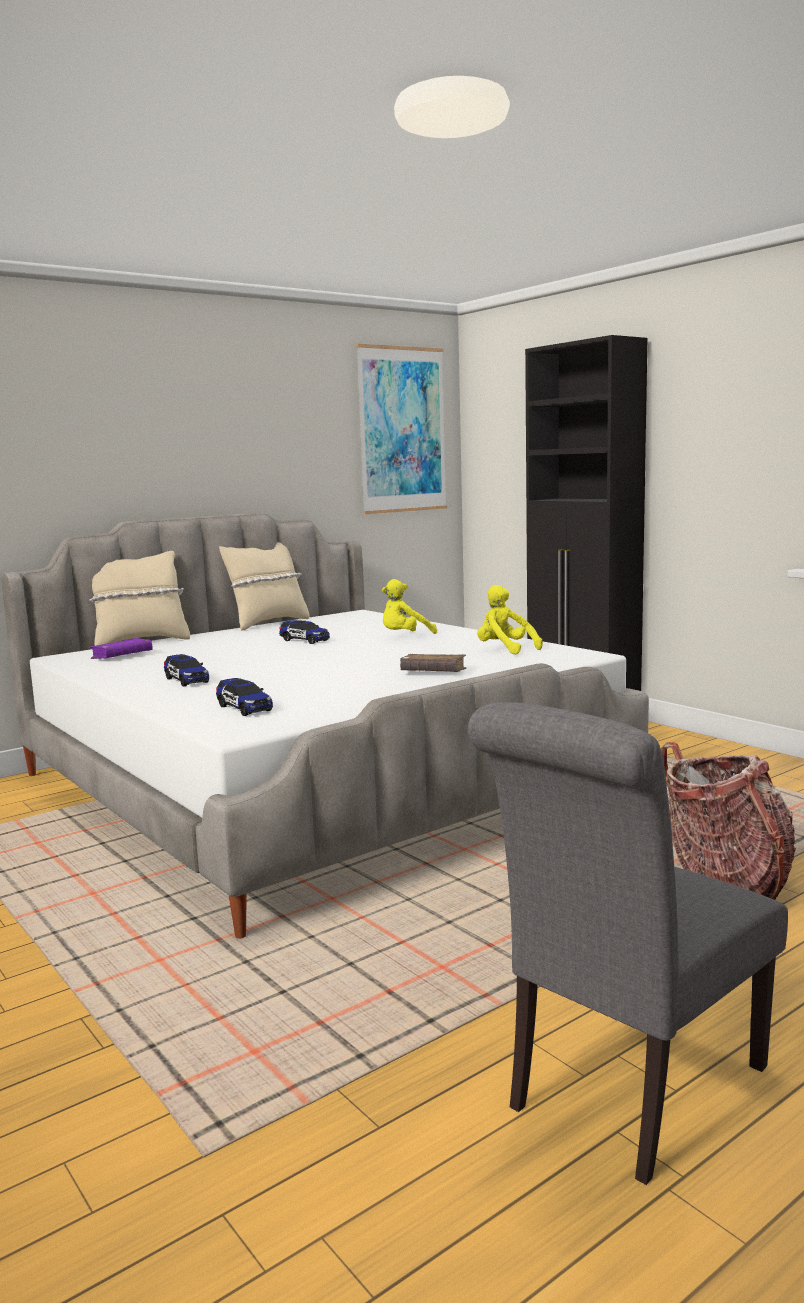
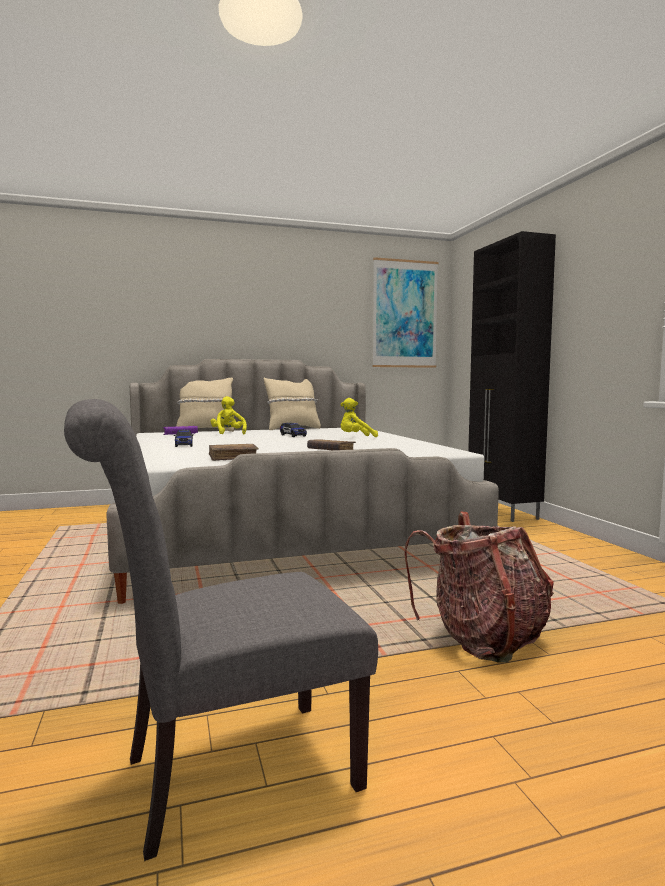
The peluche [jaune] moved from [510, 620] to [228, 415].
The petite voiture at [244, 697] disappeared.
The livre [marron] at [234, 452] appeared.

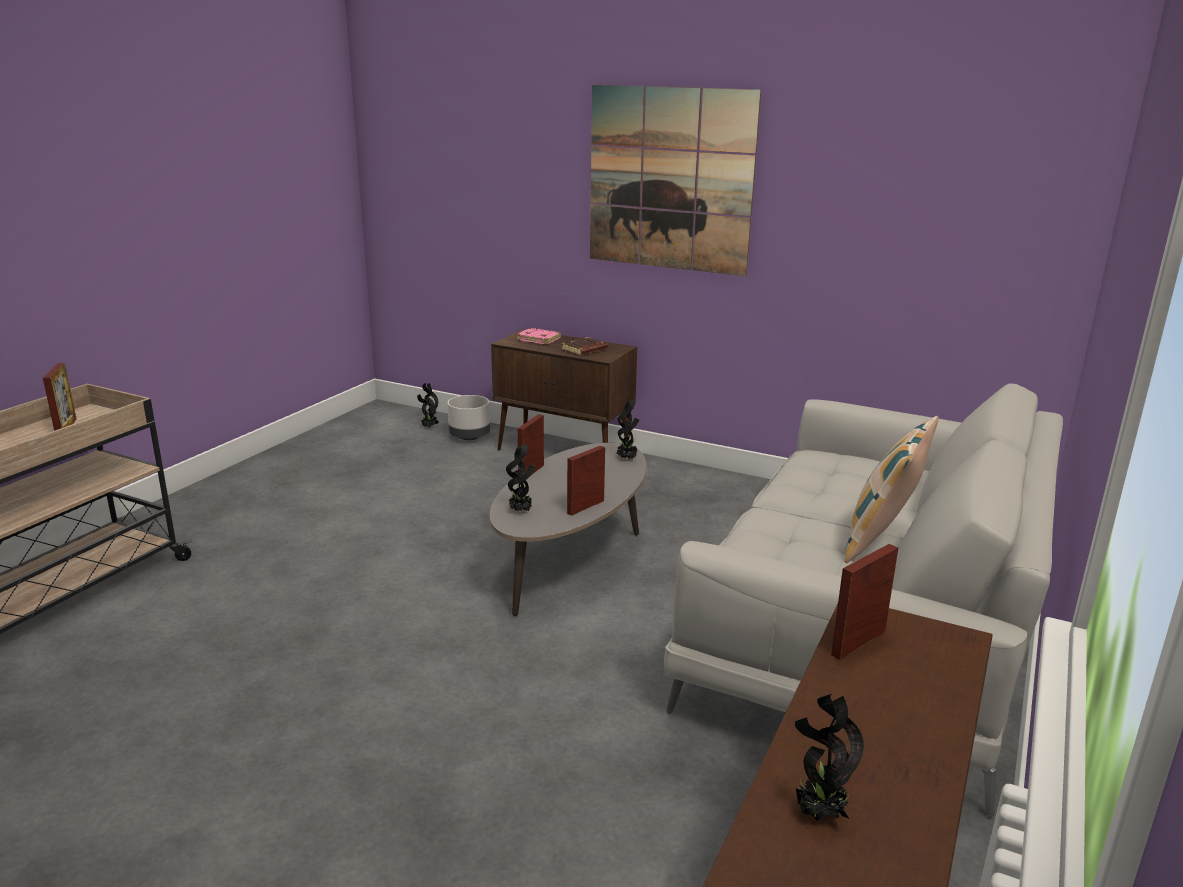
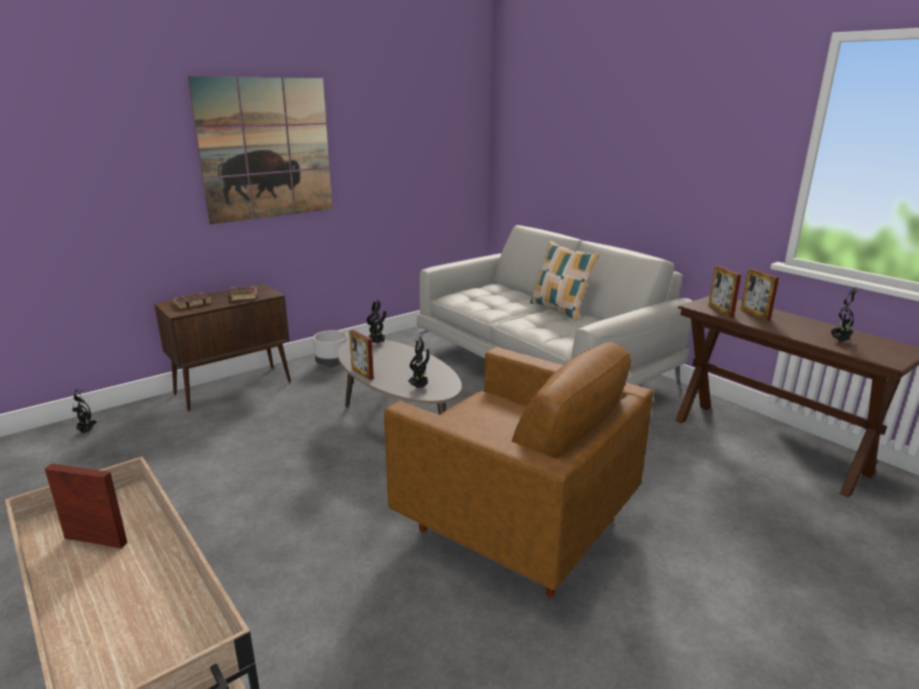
The livre [rose] at [538, 336] became the livre [marron] at [192, 300].
The cache-pot [gris] moved from [469, 417] to [330, 348].
The cadre photo moved from [586, 480] to [760, 294].
The fauteuil [marron] at [519, 469] appeared.

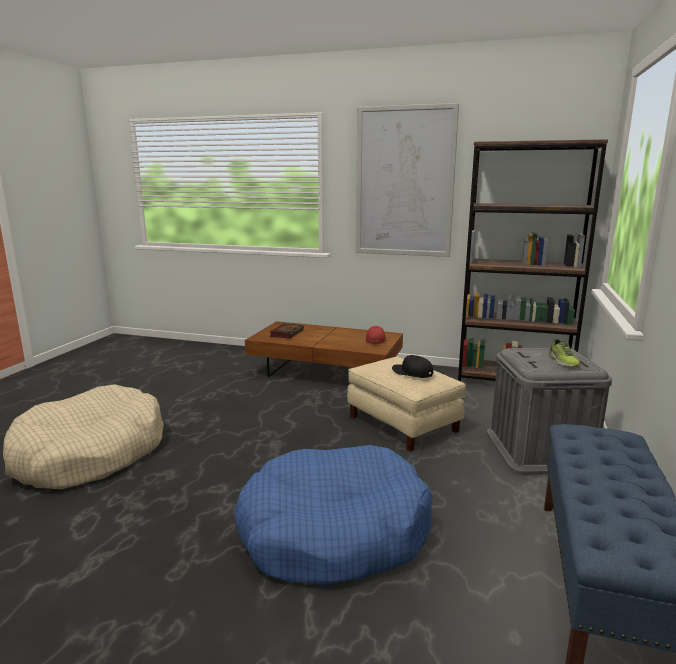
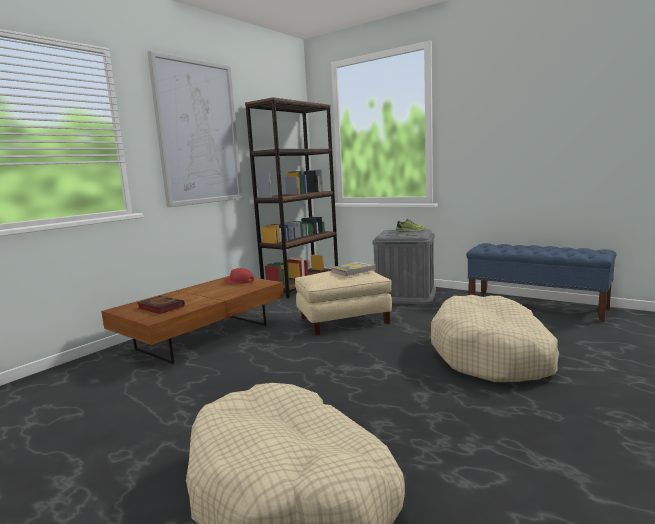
The casquette [noir] at [412, 366] was replaced by the livre at [353, 268].
The panier pour chien [bleu] at [333, 515] became the panier pour chien [beige] at [495, 338].

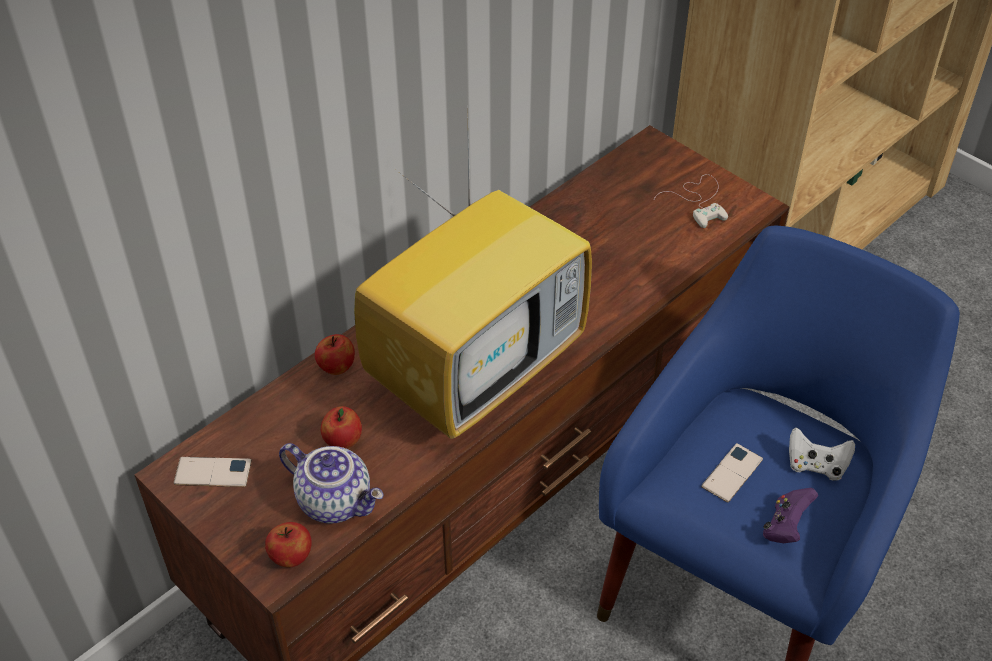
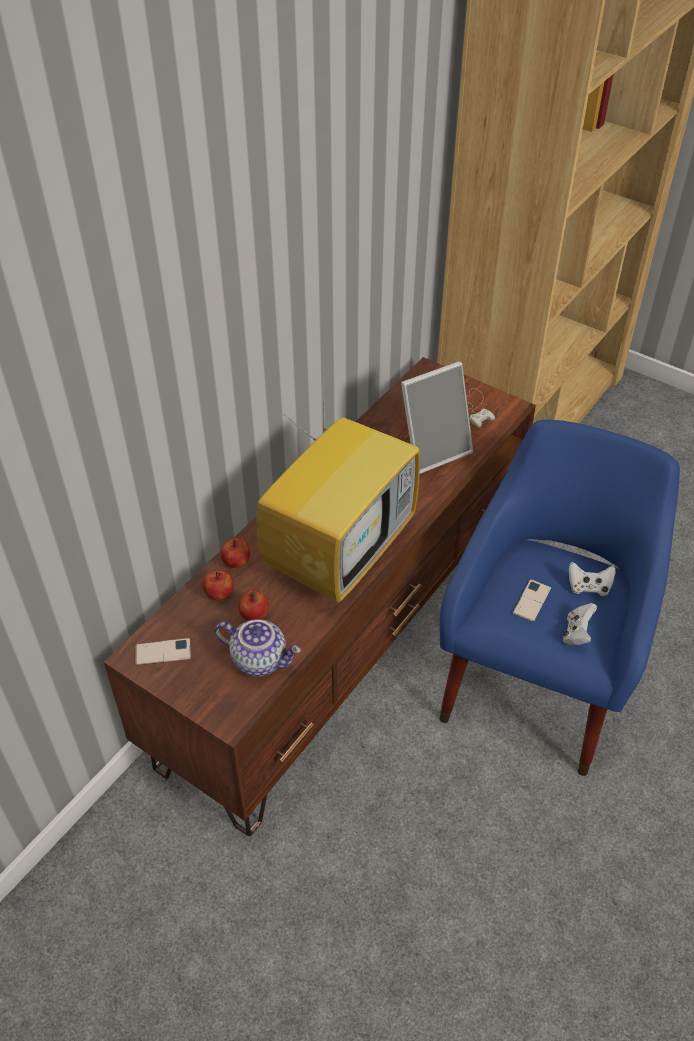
The manette [violet] at [790, 515] became the manette [blanc] at [580, 624].
The pomme moved from [288, 545] to [218, 585].
The cadre photo at [437, 417] appeared.

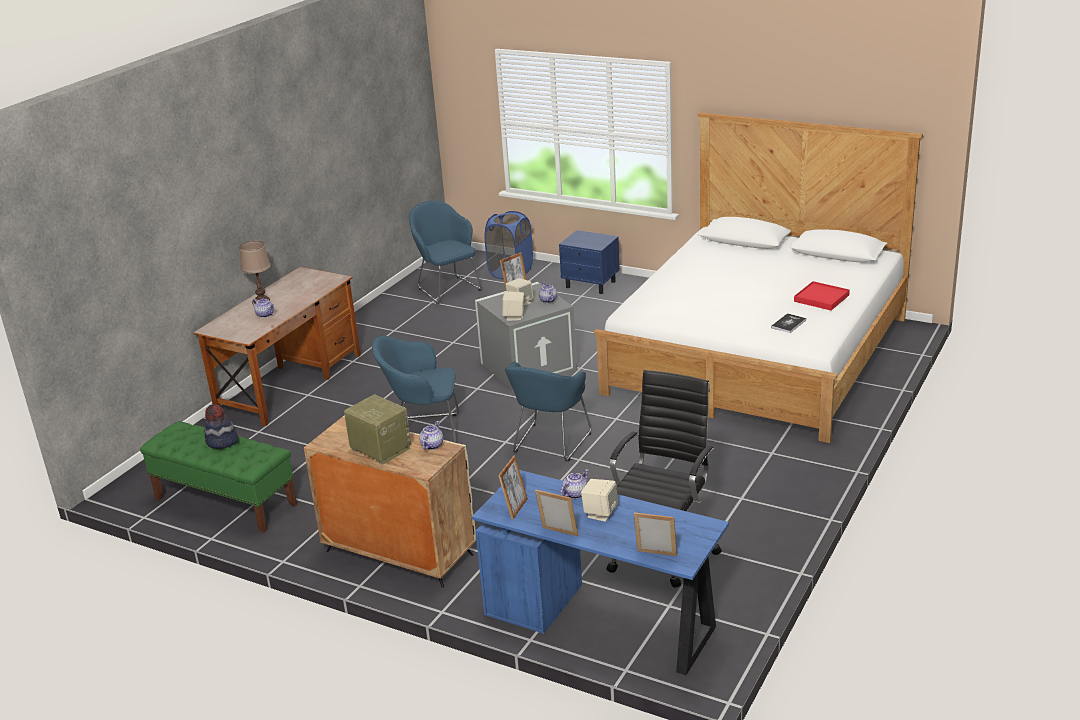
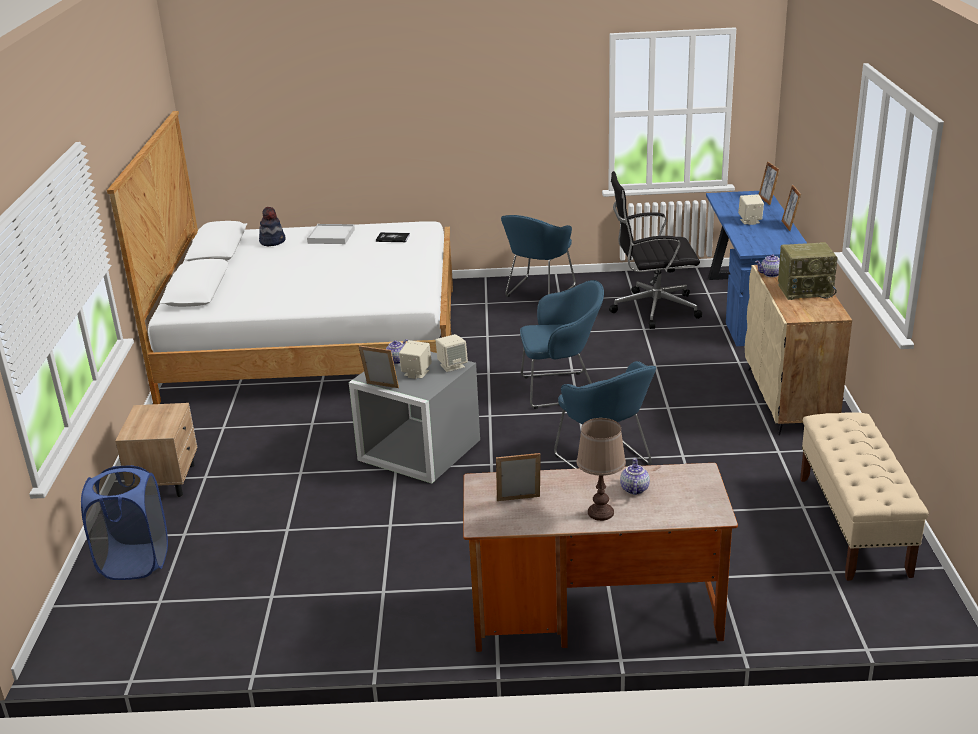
The fauteuil [bleu] moved from [445, 253] to [538, 256].
The table de chevet [bleu] at [589, 262] became the table de chevet [beige] at [156, 450].
The plateau [rouge] at [822, 295] became the plateau [blanc] at [331, 234].
The radio at [377, 429] turned 105 degrees counterclockwise.
The chapeau moved from [221, 426] to [272, 226].
The banc [vert] at [218, 477] became the banc [beige] at [864, 497].
The cadre photo moved from [513, 487] to [518, 477].
The théière at [574, 484] disappeared.

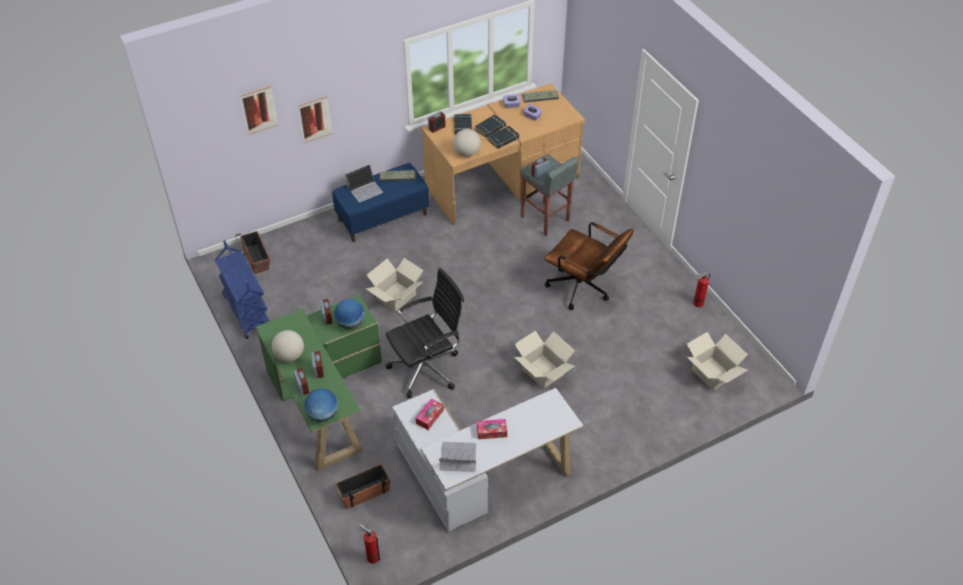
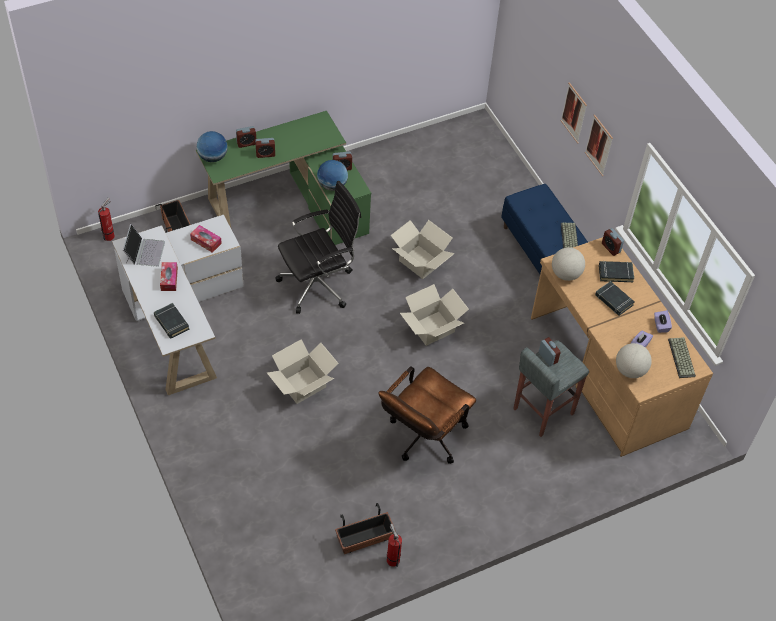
The tableau moved from [259, 110] to [599, 145].
The livre [noir] moved from [503, 137] to [172, 321].
The ordinateur portable at [364, 183] disappeared.
The cache-pot moved from [252, 252] to [365, 528].
The chariot [bleu] at [242, 289] disappeared.
The chaise de bureau [noir] at [425, 333] turned 90 degrees counterclockwise.
The globe moved from [288, 346] to [634, 360].
The carton moved from [717, 361] to [434, 315].

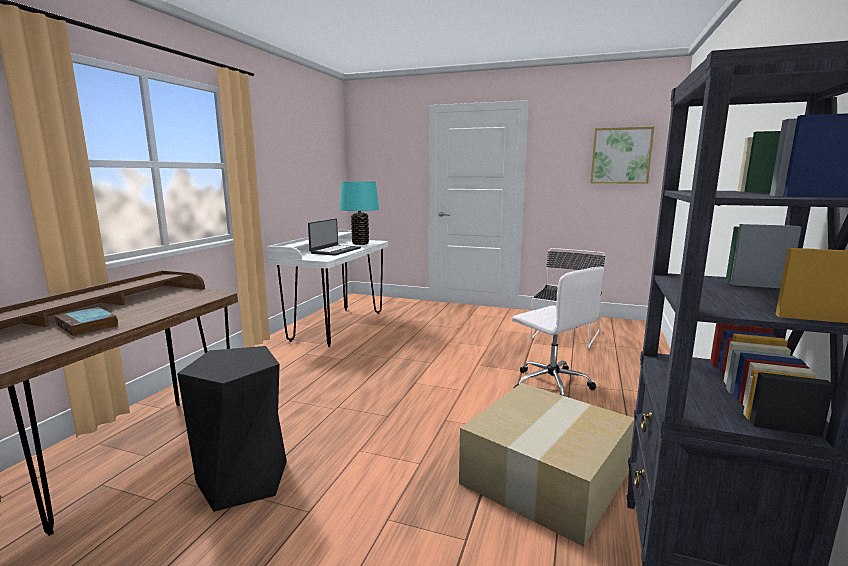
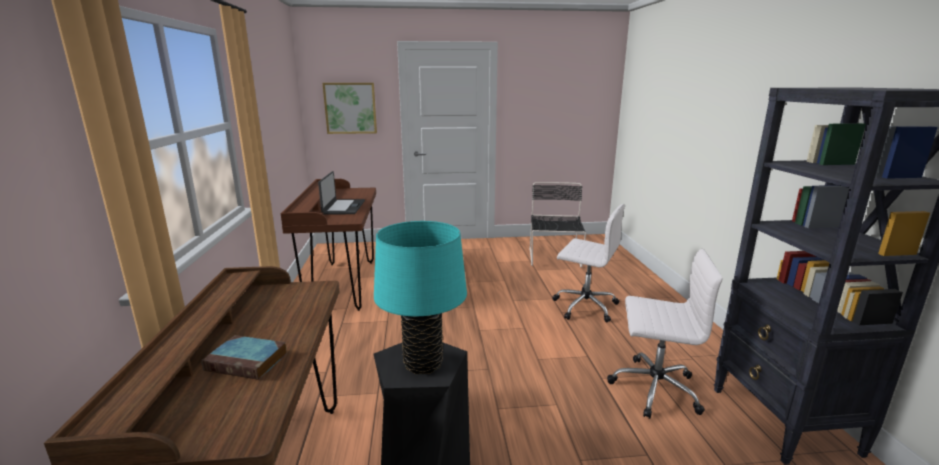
The tableau moved from [622, 155] to [349, 108].
The lampe de table [turquoise] moved from [359, 213] to [420, 297].
The bureau [blanc] at [327, 288] became the bureau [marron] at [328, 245].
The carton at [546, 465] was replaced by the chaise de bureau [blanc] at [665, 334].

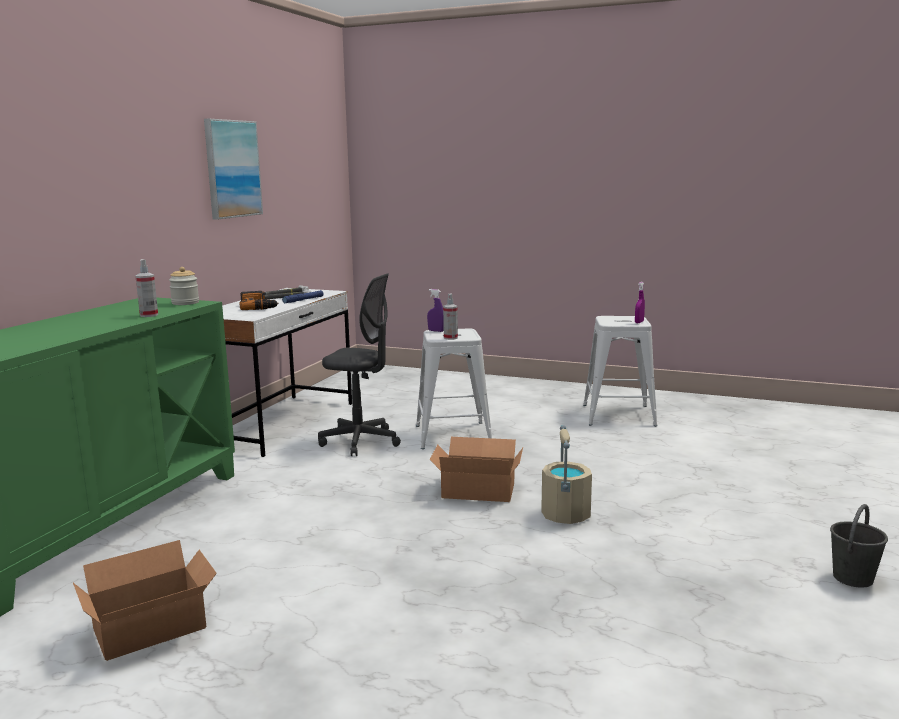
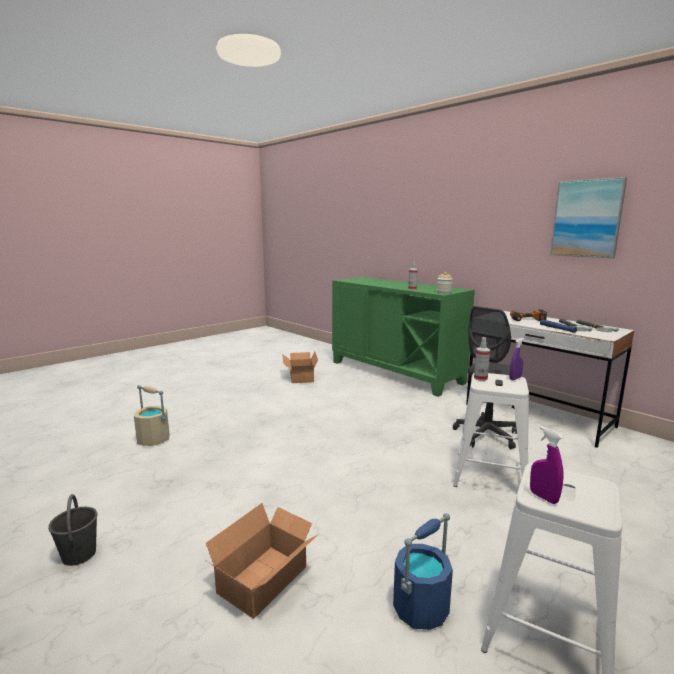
The seau [beige] moved from [566, 474] to [152, 415].
The carton moved from [476, 469] to [262, 560].
The seau [bleu] at [423, 571] appeared.

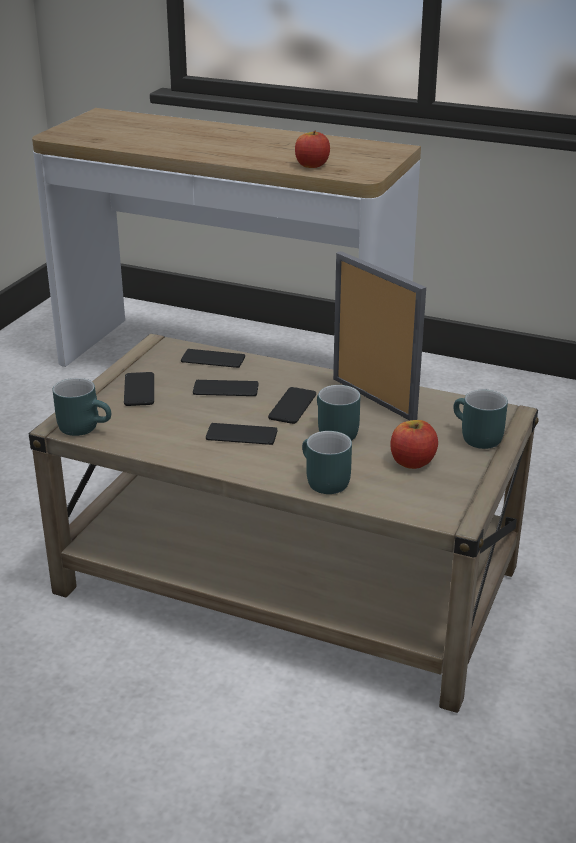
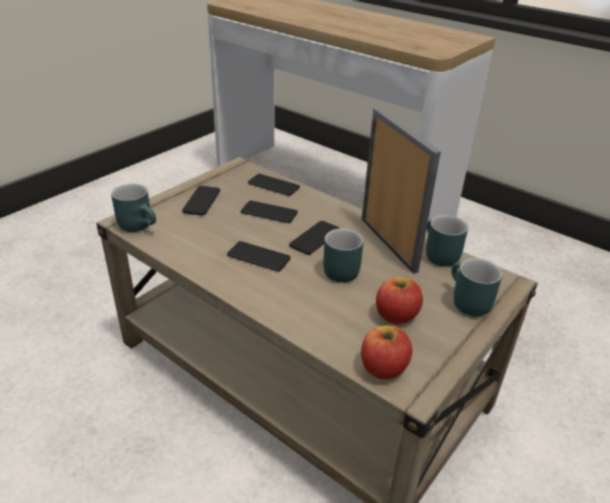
The pomme moved from [312, 149] to [387, 352].
The mug [turquoise] moved from [327, 462] to [447, 241].

